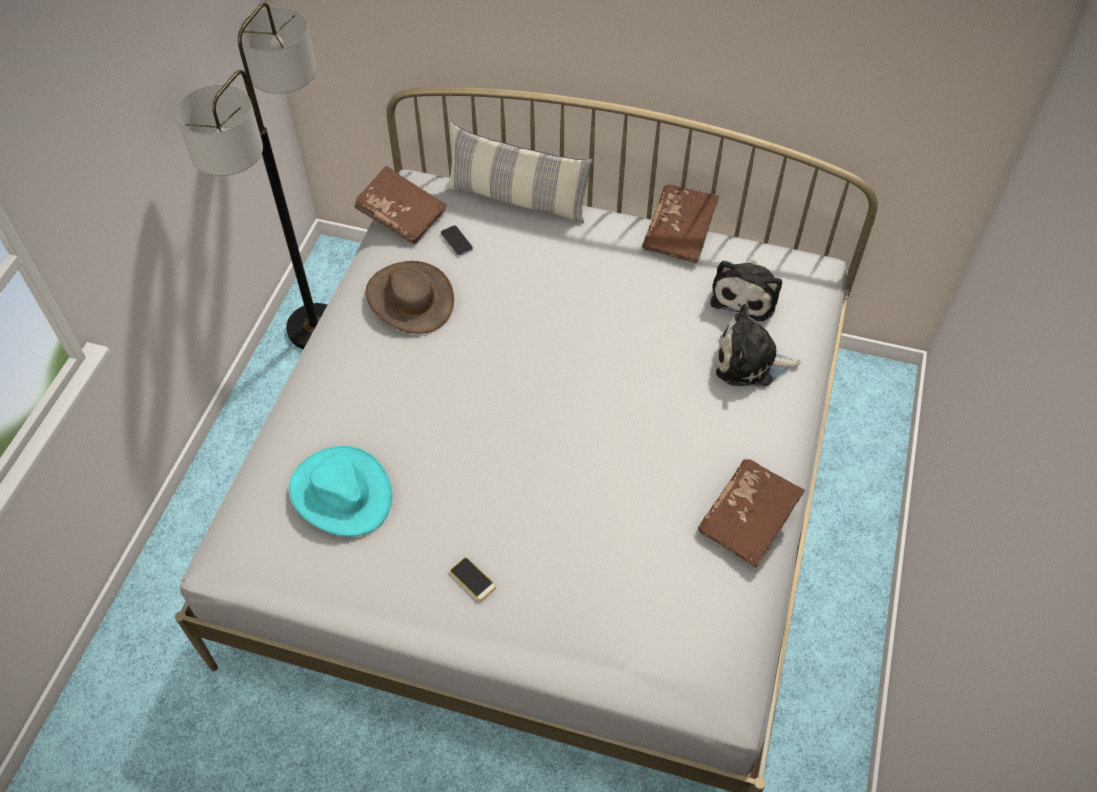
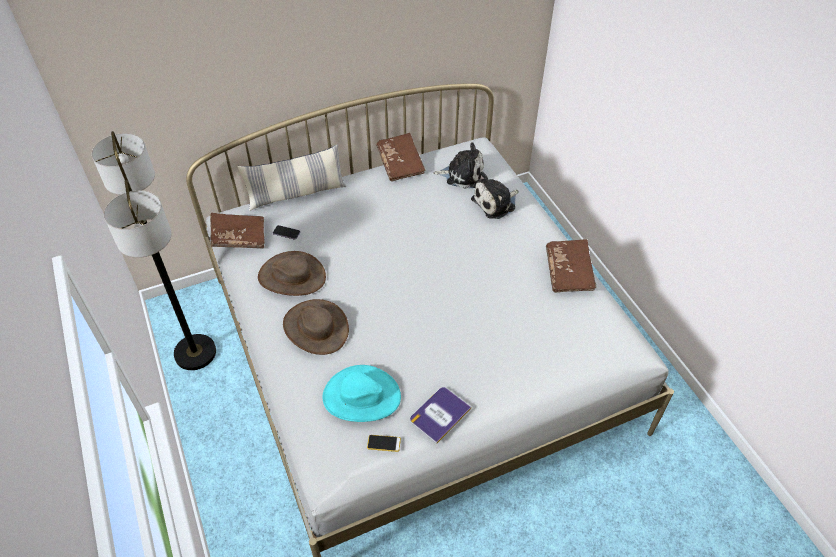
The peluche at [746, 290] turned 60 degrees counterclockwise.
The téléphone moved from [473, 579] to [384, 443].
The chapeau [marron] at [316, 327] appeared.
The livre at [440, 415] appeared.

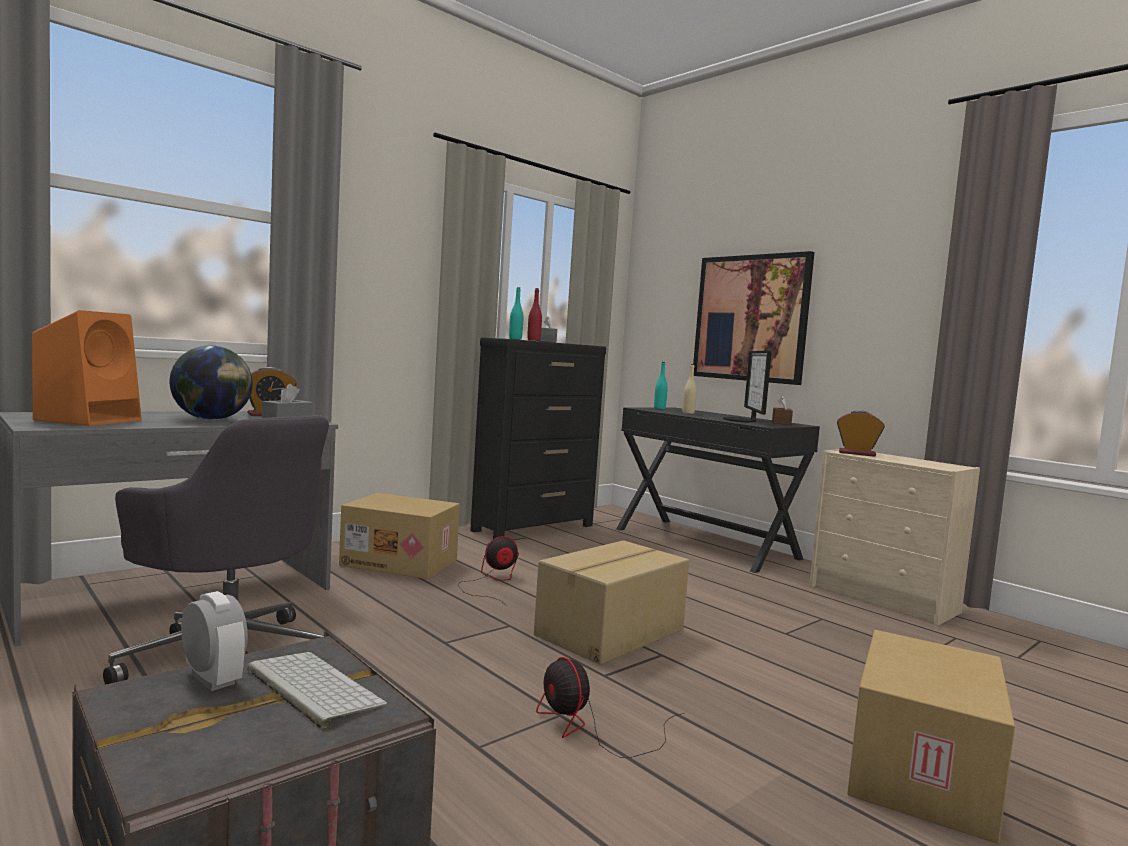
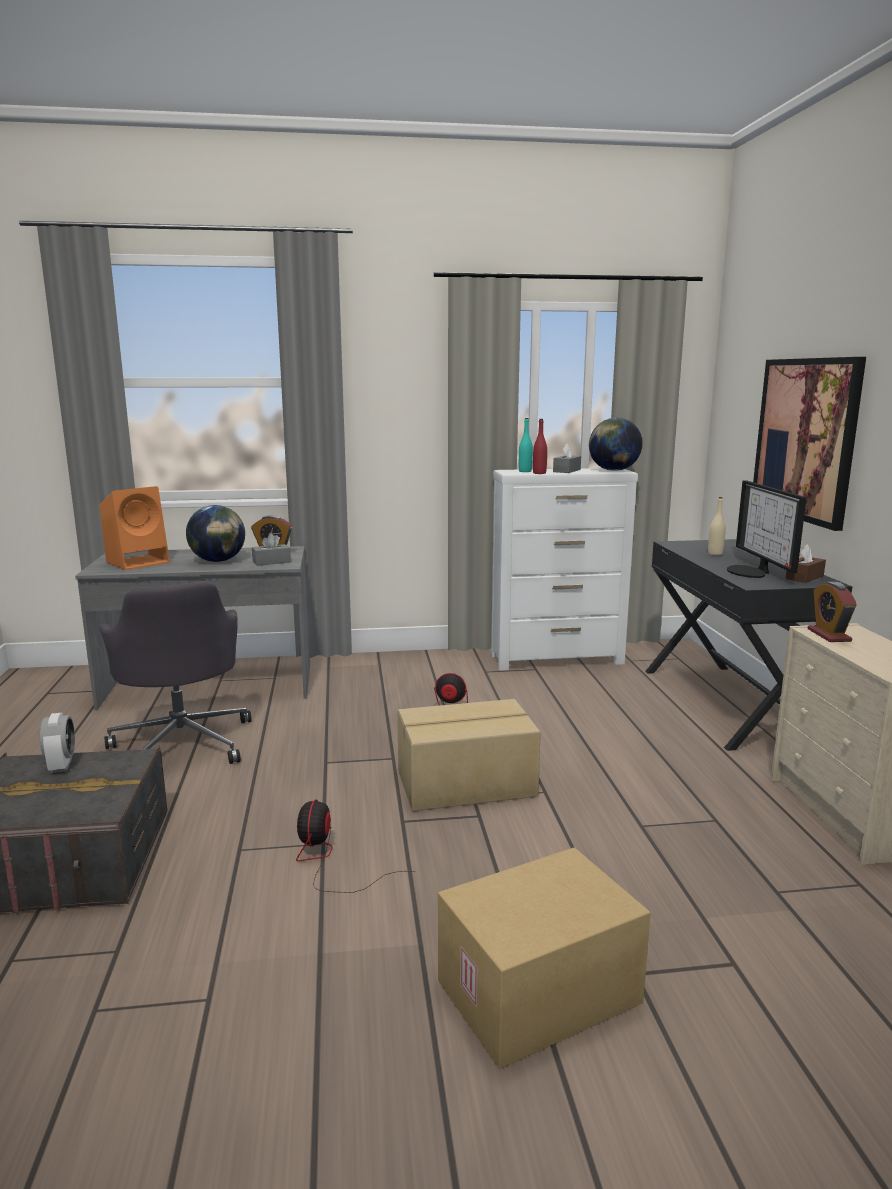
The commode [noir] at [538, 438] became the commode [blanc] at [564, 569].
The écran d'ordinateur at [747, 386] turned 45 degrees counterclockwise.
The bouteille [turquoise] at [661, 385] disappeared.
The réveil at [861, 433] turned 150 degrees counterclockwise.
The carton at [399, 536] disappeared.
The clavier at [317, 690] disappeared.
The globe at [616, 444] appeared.

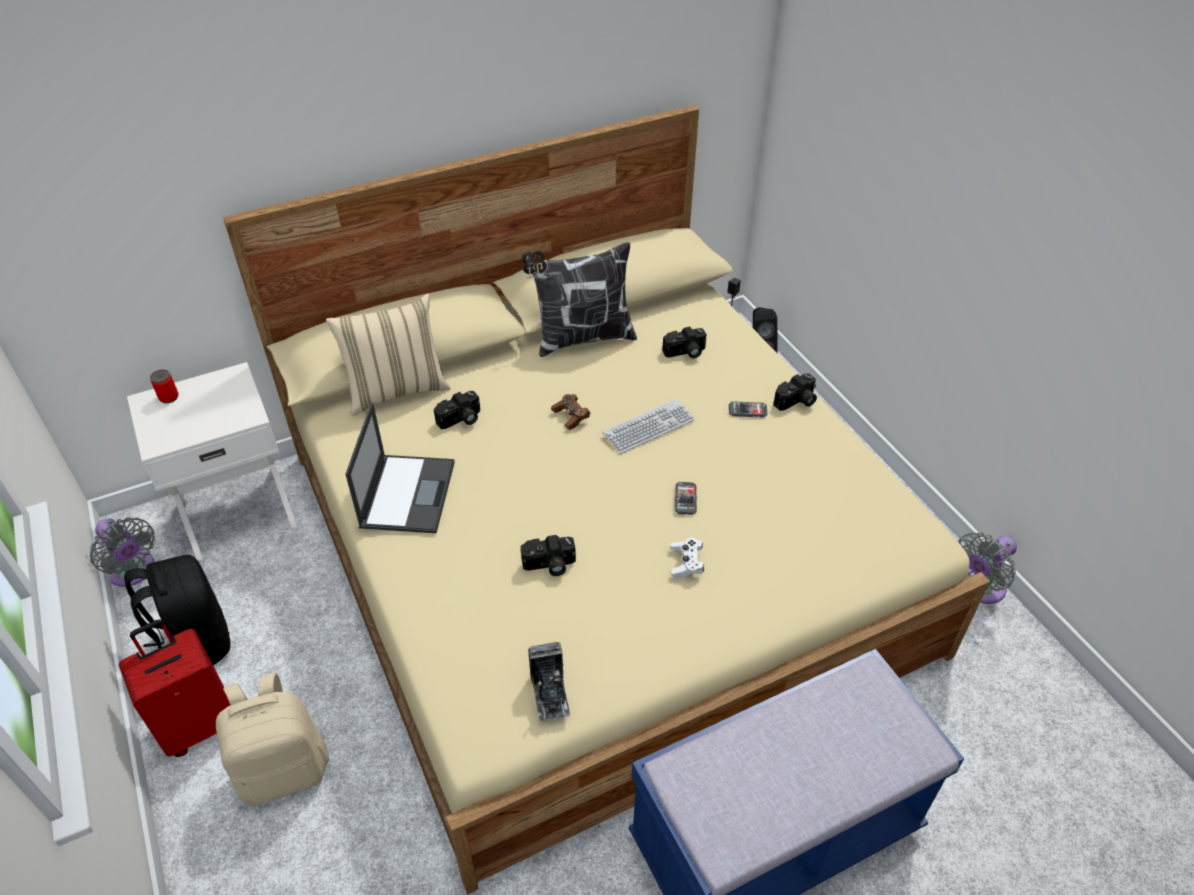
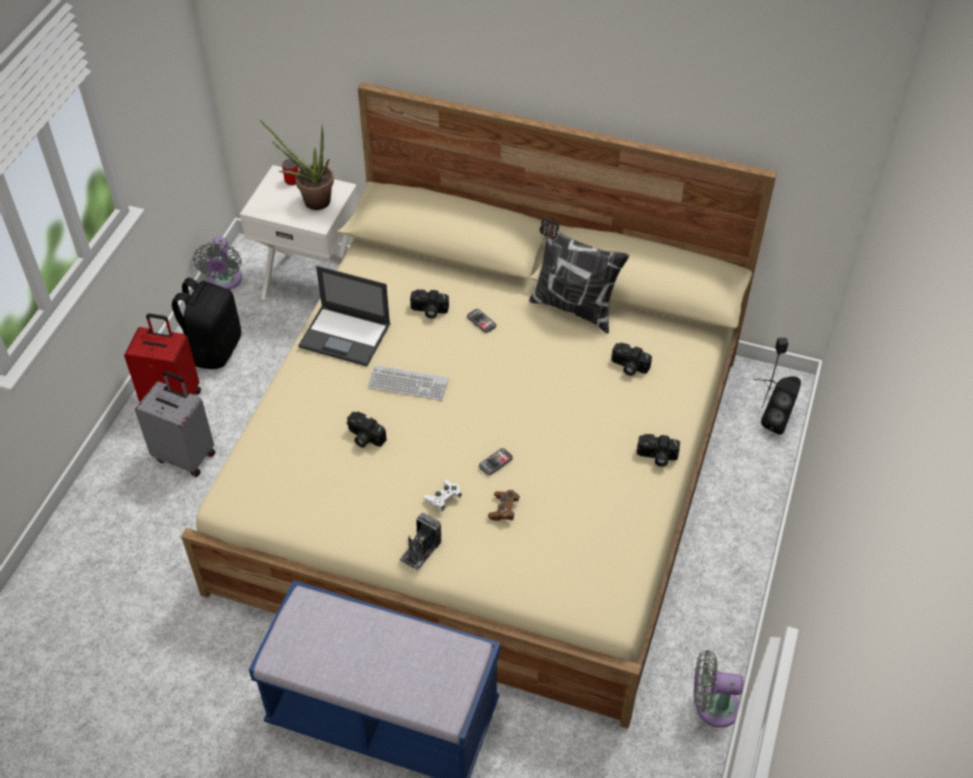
The coussin [beige] at [388, 354] disappeared.
The manette [marron] moved from [570, 412] to [504, 505].
The clavier moved from [648, 426] to [408, 383].
The téléphone moved from [748, 409] to [482, 321].
The ordinateur portable at [400, 468] turned 60 degrees clockwise.
The appareil photo moved from [549, 682] to [420, 542].
The sac à dos [beige] at [272, 739] was replaced by the valise [gris] at [175, 424].
The plante en pot at [297, 165] appeared.

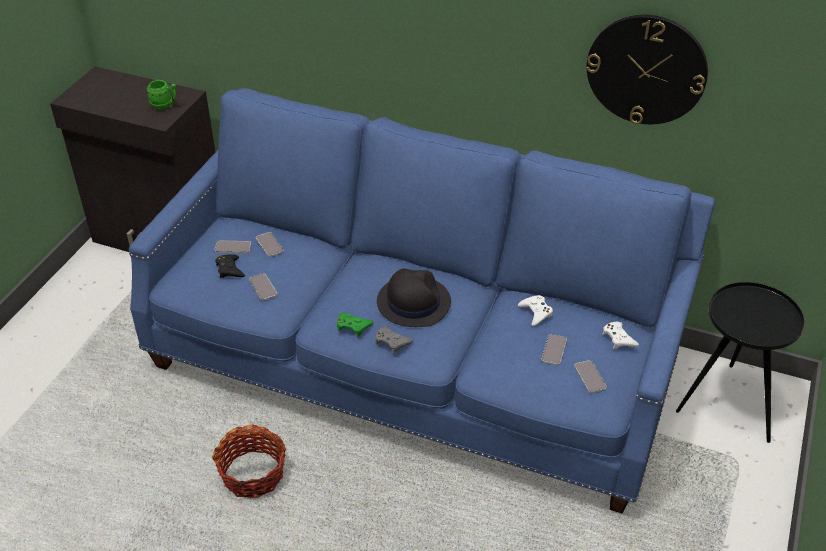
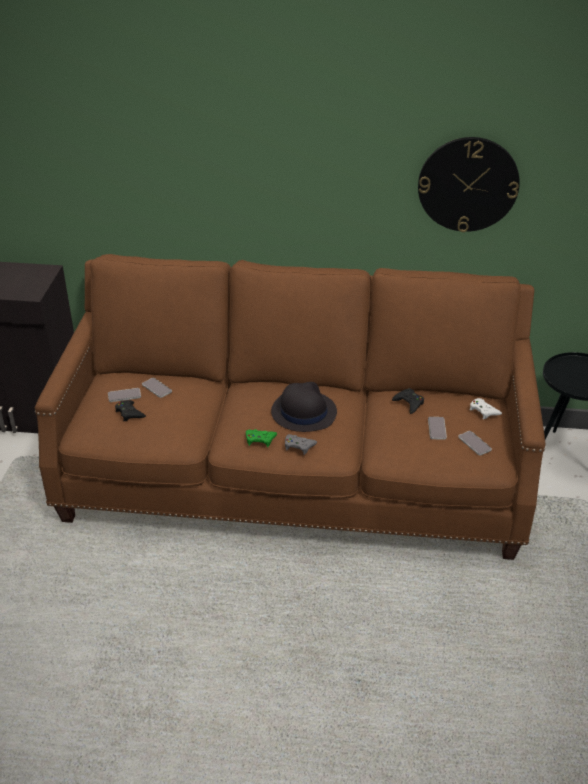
The mug [vert] at [161, 95] disappeared.
The canapé [bleu] at [422, 301] became the canapé [marron] at [290, 407].
The téléphone at [263, 287] disappeared.
The manette [blanc] at [535, 310] became the manette [noir] at [408, 401].
The panier at [249, 461] disappeared.

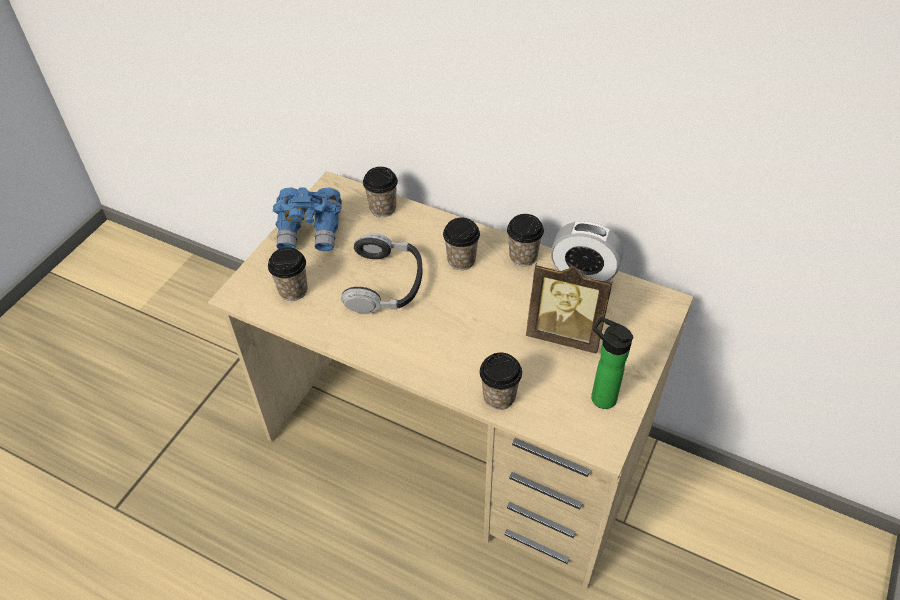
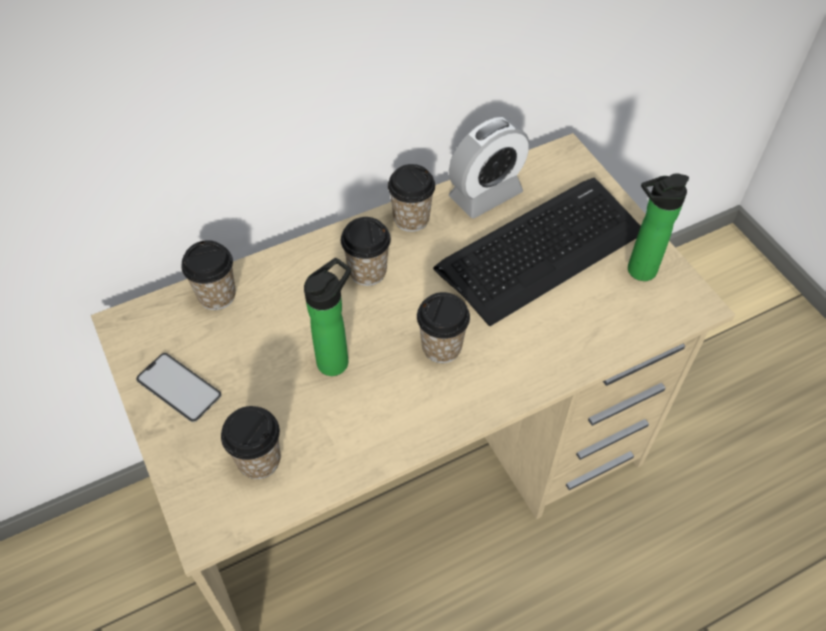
The jumelles [bleu] at [307, 219] was replaced by the téléphone at [179, 387].
The casque audio at [381, 273] was replaced by the bouteille at [327, 317].
The cadre photo at [569, 308] was replaced by the clavier at [537, 252].
The tasse moved from [500, 381] to [443, 327].

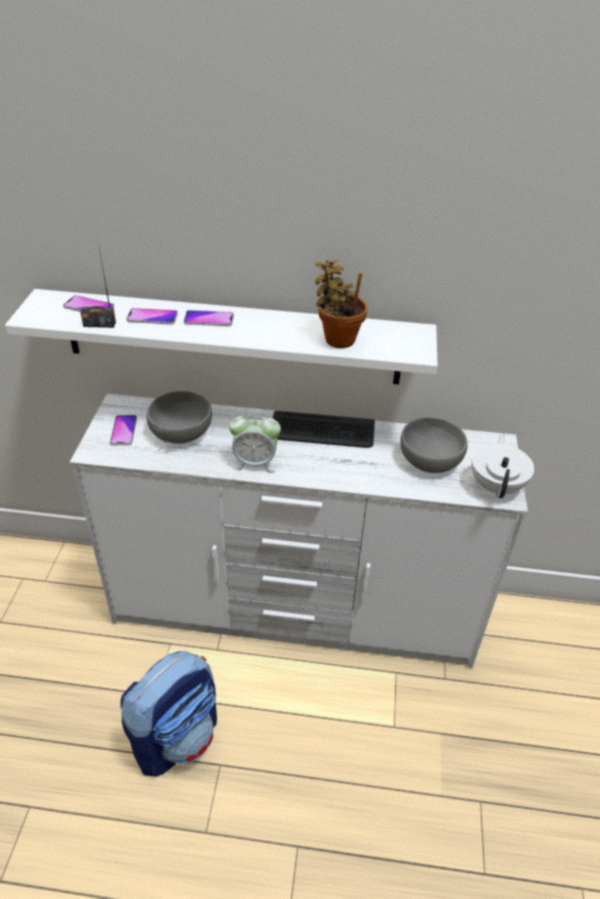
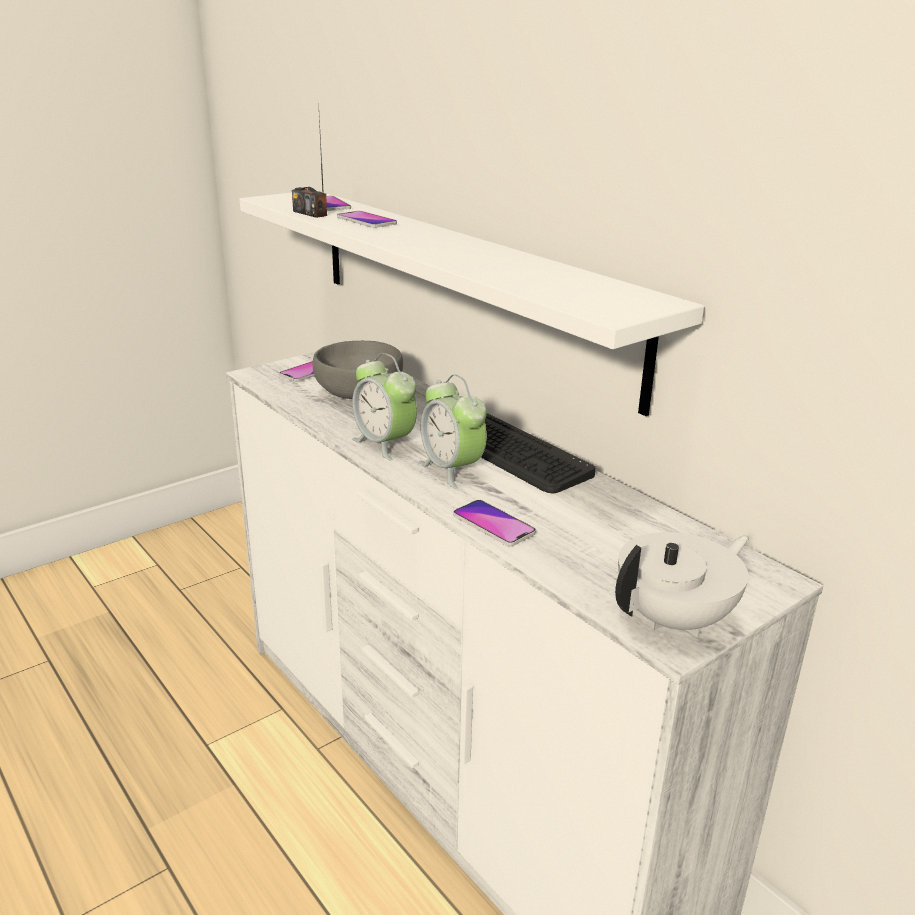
The plante en pot at [341, 304] disappeared.
The téléphone moved from [209, 318] to [494, 523].
The bol [gris] at [434, 445] disappeared.
The sac à dos at [168, 714] disappeared.
The réveil at [453, 431] appeared.

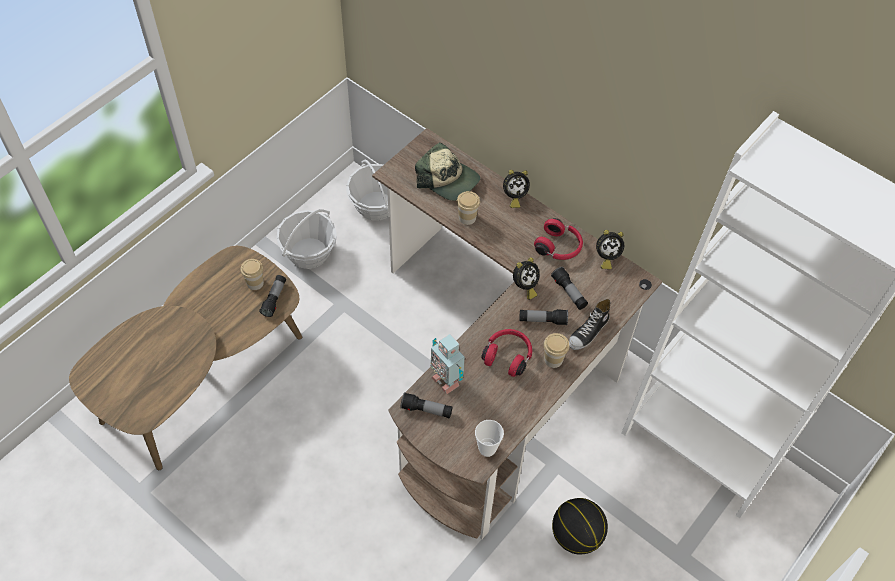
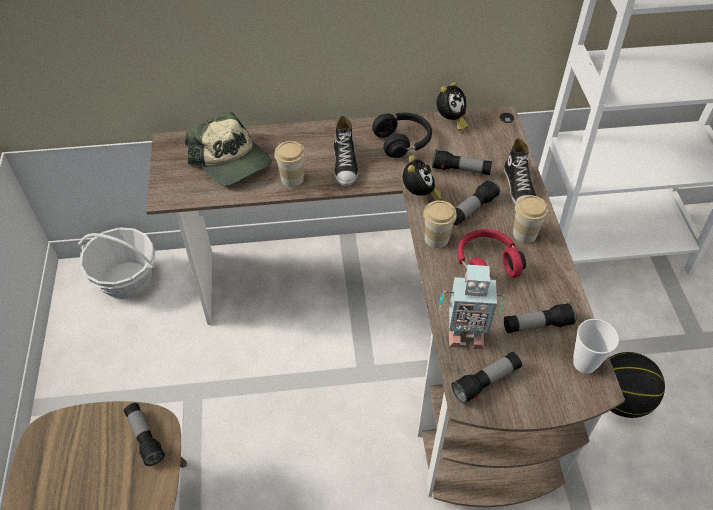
The casquette at [447, 171] turned 60 degrees clockwise.
The réveil at [516, 189] disappeared.
The panier at [307, 239] disappeared.
The casque audio [rouge] at [558, 239] became the casque audio [noir] at [402, 135].
The tasse moved from [252, 274] to [440, 224].
The chaussure at [345, 151] appeared.
The lampe de poche at [540, 317] appeared.

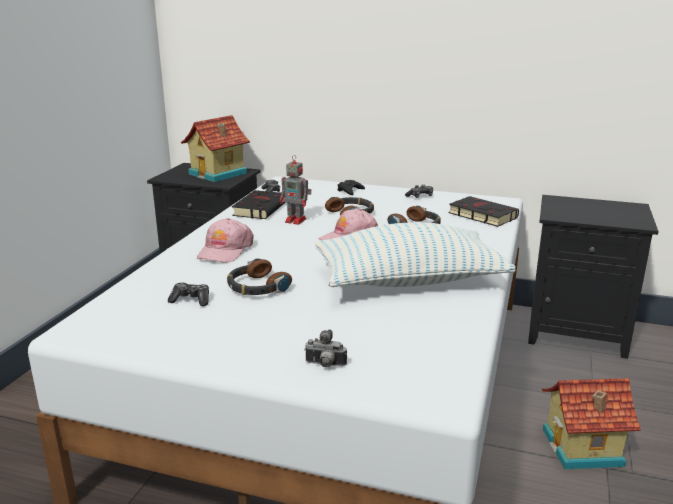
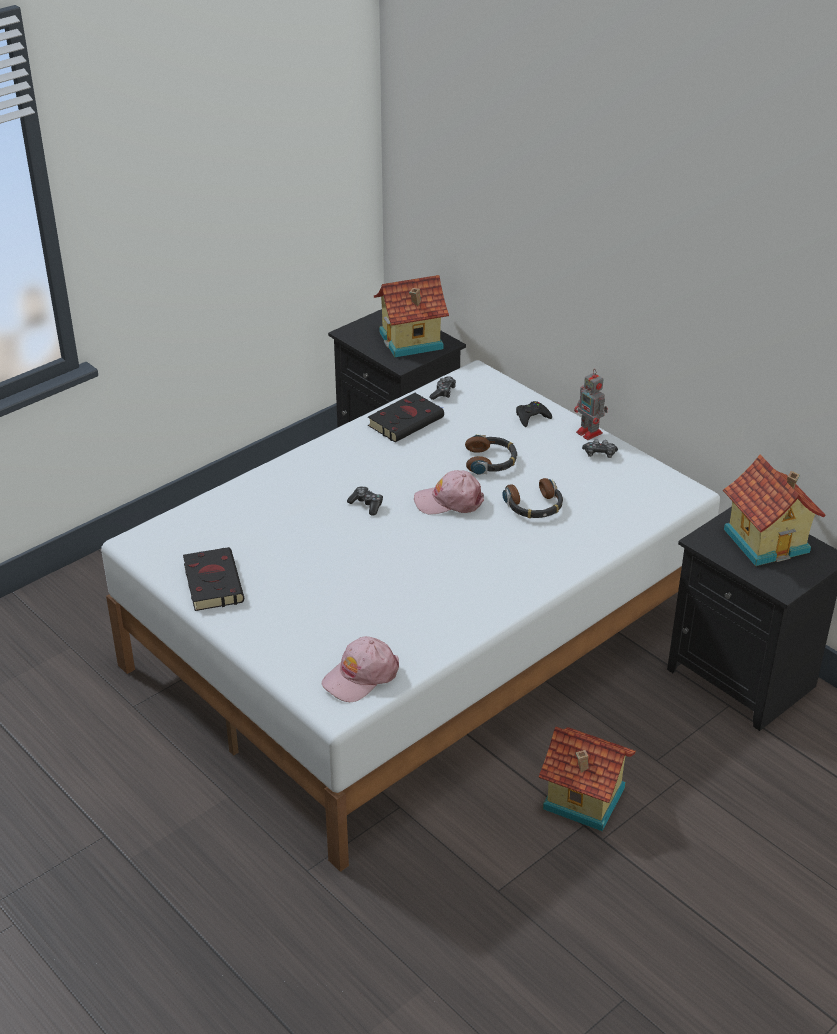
The robot jouet moved from [295, 190] to [591, 405].
The livre [noir] moved from [483, 211] to [213, 579].
The casquette [rose] moved from [225, 240] to [360, 669].
The coussin at [415, 254] disappeared.
The casque audio at [259, 276] disappeared.
The manette moved from [188, 294] to [365, 501].
The appareil photo at [325, 348] disappeared.
The maison miniature at [774, 510] appeared.

